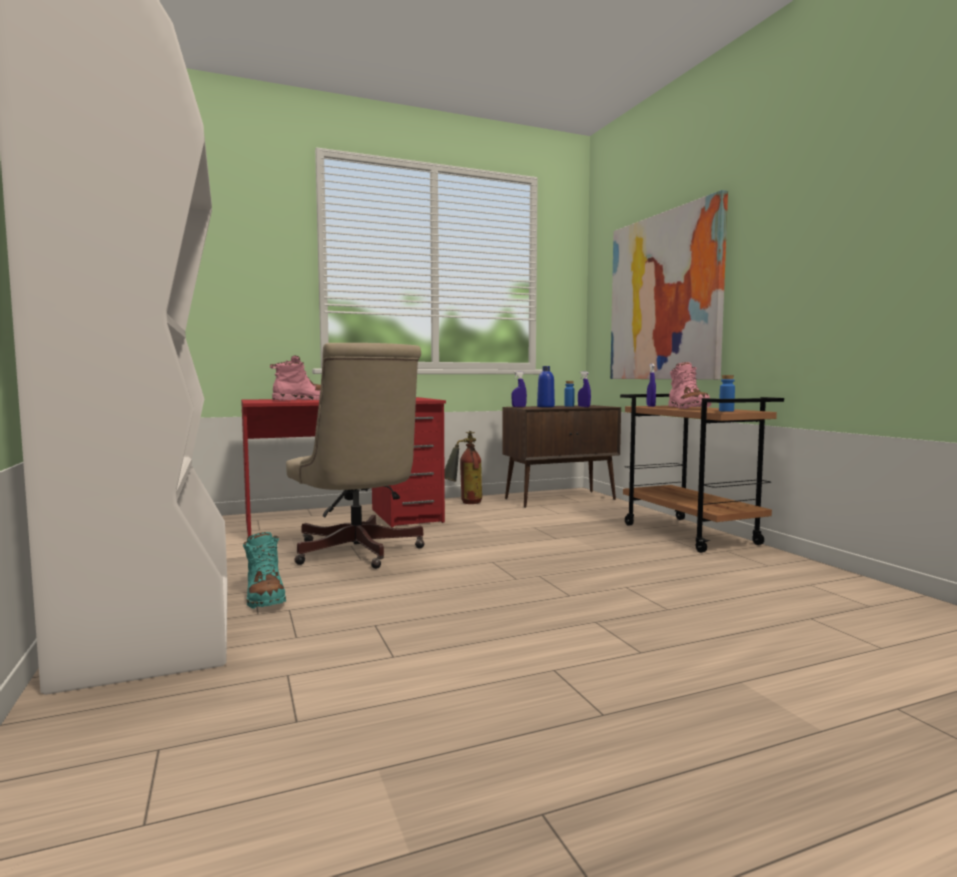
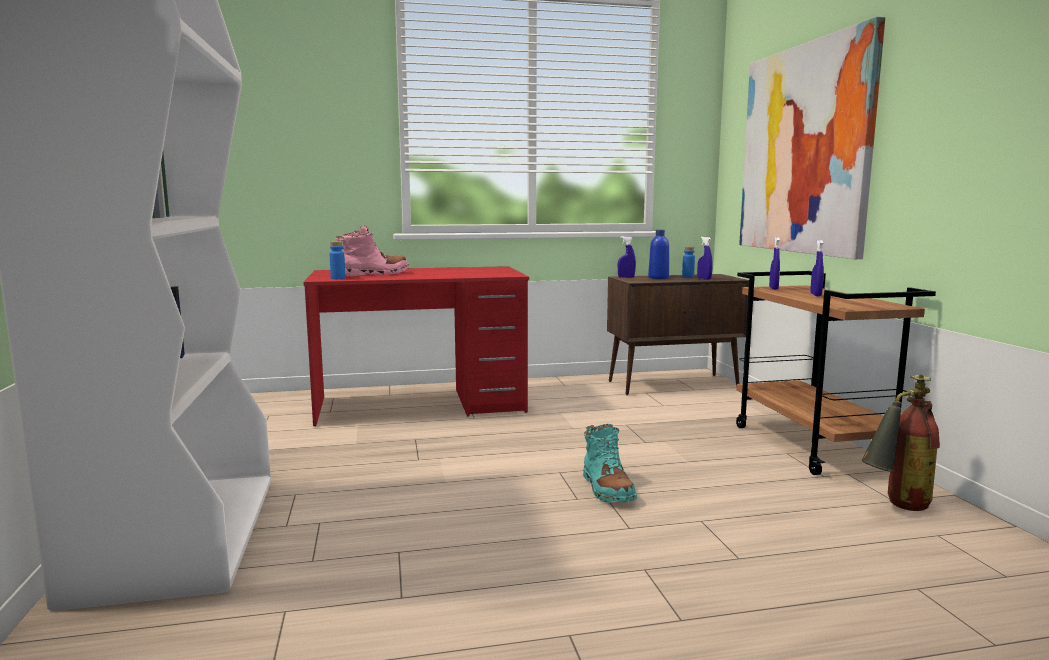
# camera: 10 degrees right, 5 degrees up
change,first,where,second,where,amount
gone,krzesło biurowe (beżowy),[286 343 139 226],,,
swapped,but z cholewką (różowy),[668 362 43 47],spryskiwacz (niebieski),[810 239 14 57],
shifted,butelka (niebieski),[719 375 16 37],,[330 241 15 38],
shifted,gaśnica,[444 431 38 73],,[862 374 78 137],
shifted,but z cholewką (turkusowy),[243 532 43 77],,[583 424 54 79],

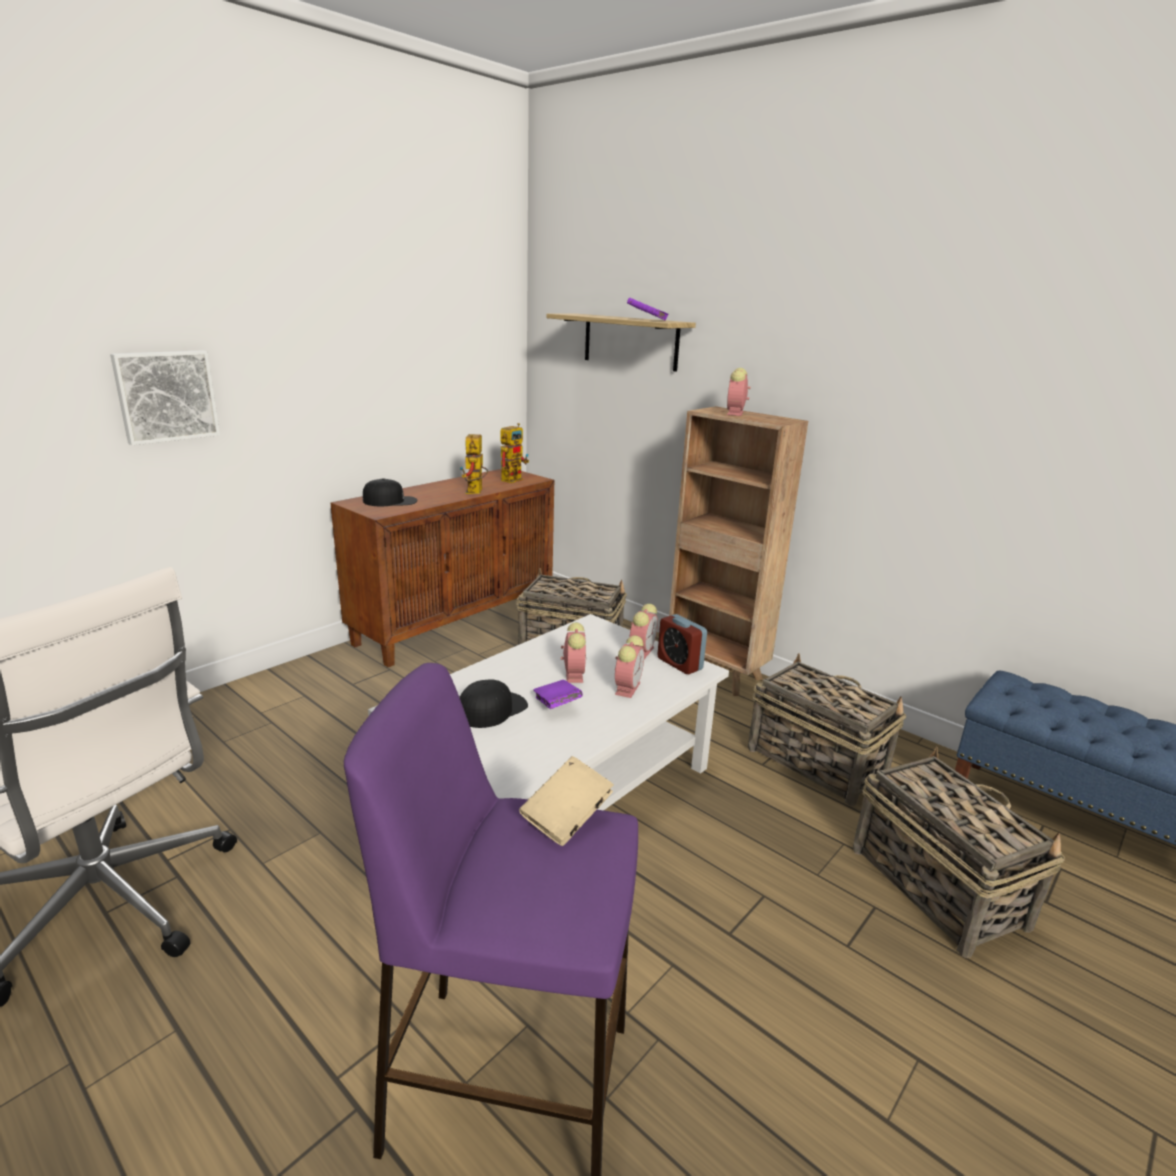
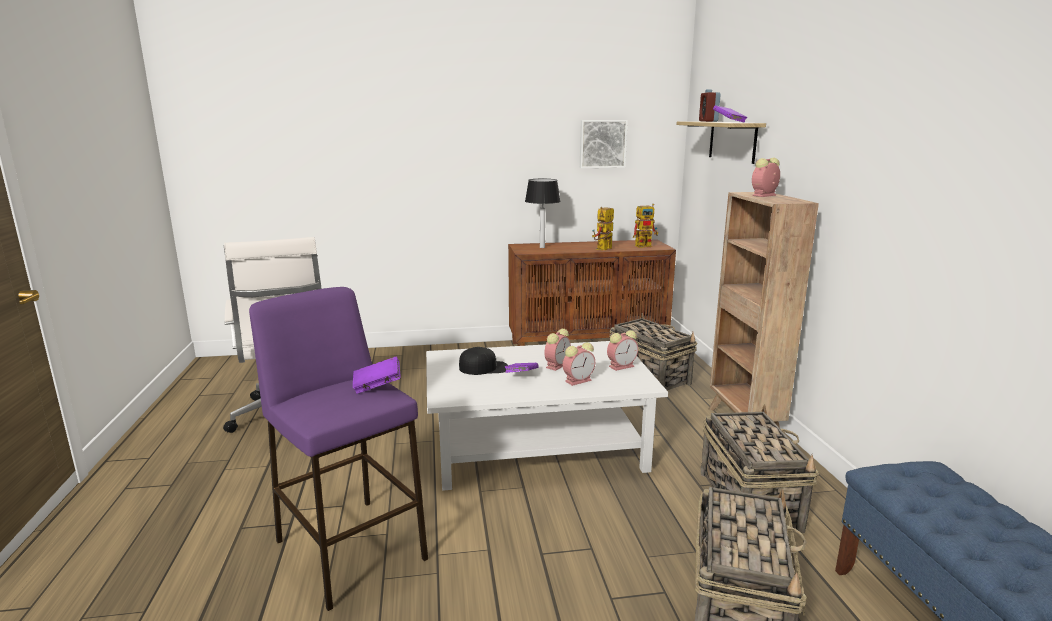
# camera: 40 degrees right, 5 degrees down
change,first,where,second,where,amount
shifted,obraz,[110 350 110 95],,[580 120 48 48],
swapped,czapka z daszkiem (czarny),[363 478 54 29],lampa stołowa,[525 179 36 69],
shifted,budzik,[657 614 50 60],,[699 89 22 33],
repainted,książka (beżowy),[519 756 95 90],książka (fioletowy),[353 356 48 38],

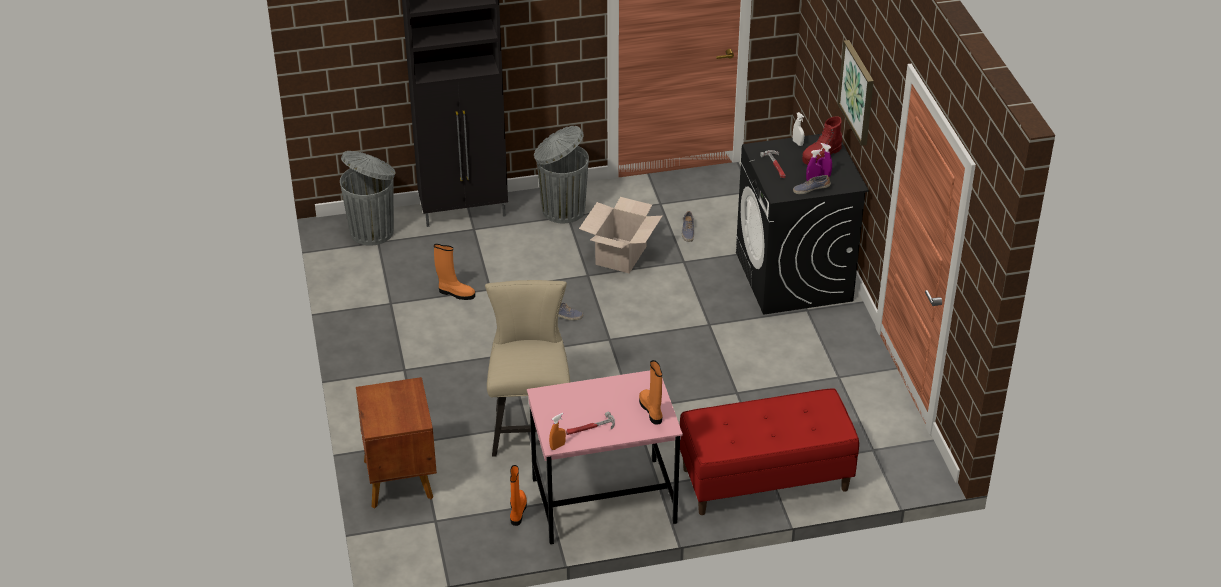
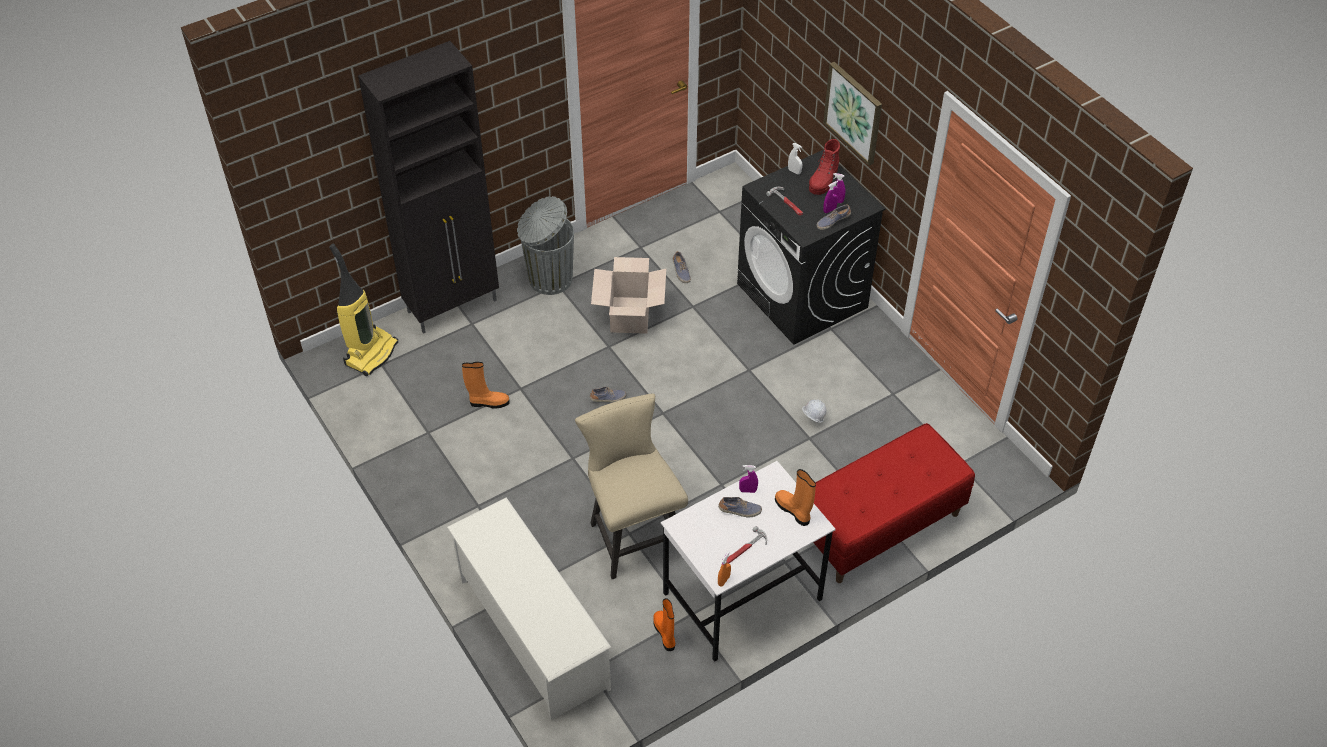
# camera: 20 degrees left, 10 degrees up
change,first,where,second,where,amount
swapped,kosz na śmieci (szary),[340 151 55 95],odkurzacz,[329 244 69 132],
repainted,biurko (różowy),[527 370 156 174],biurko (biały),[661 461 174 201],
swapped,szafka nocna (brązowy),[356 377 81 131],regał na buty (biały),[447 497 164 223],
new,,,kask (biały),[802 399 25 24],
new,,,spryskiwacz (fioletowy),[739 465 19 28],
new,,,but,[718 497 44 20],

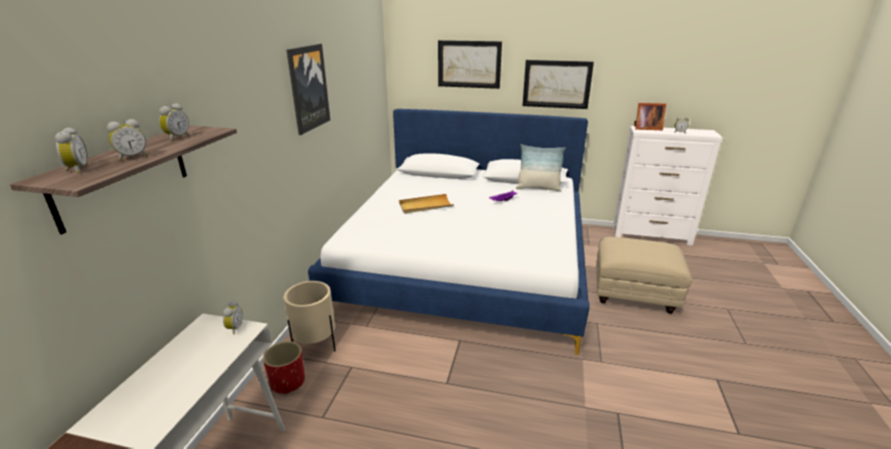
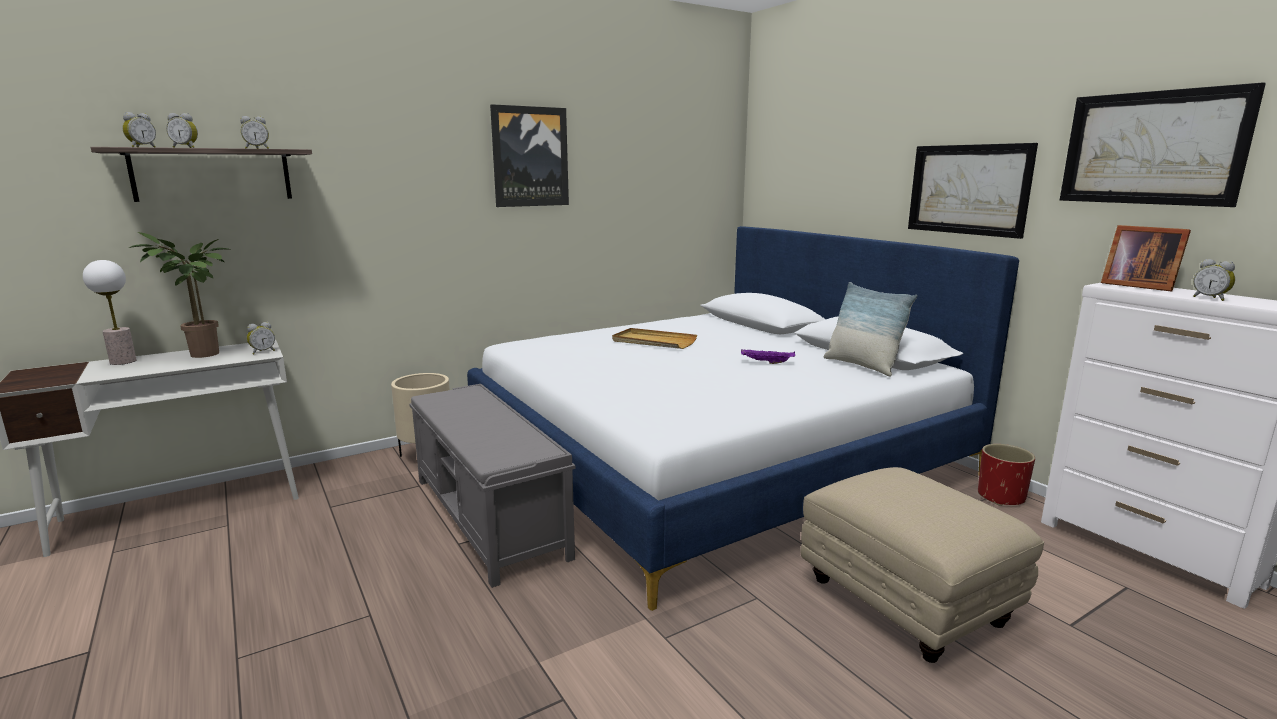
# camera: 45 degrees right, 10 degrees down
change,first,where,second,where,amount
shifted,obraz,[438 40 64 49],,[1060 82 206 125],
shifted,donica (czerwony),[263 341 42 54],,[978 444 57 62],
new,,,roślina doniczkowa,[128 232 100 126],
new,,,lampa stołowa,[83 260 54 105],
new,,,ławka (szary),[409 384 167 204],

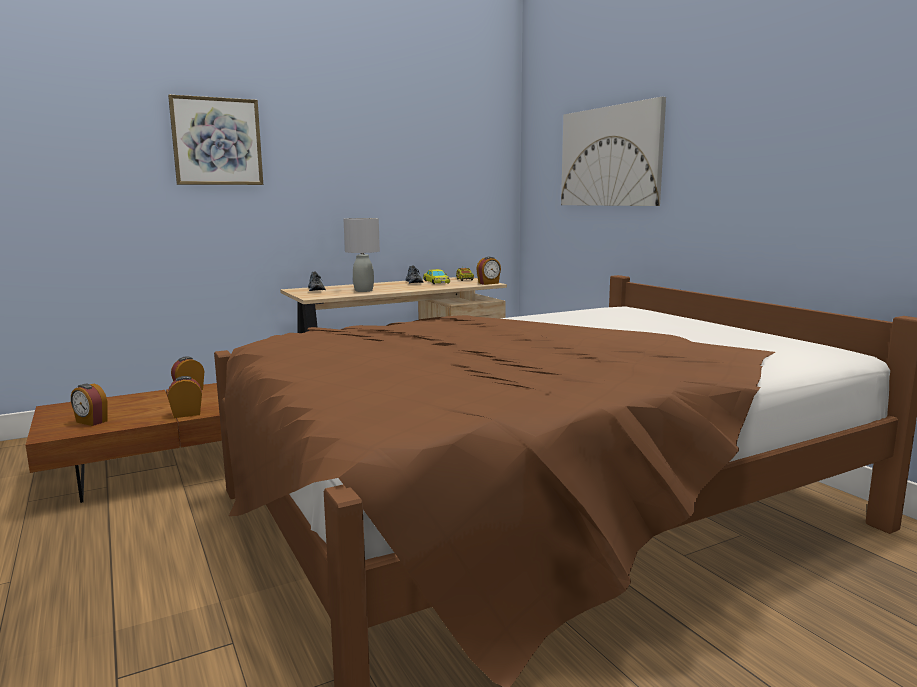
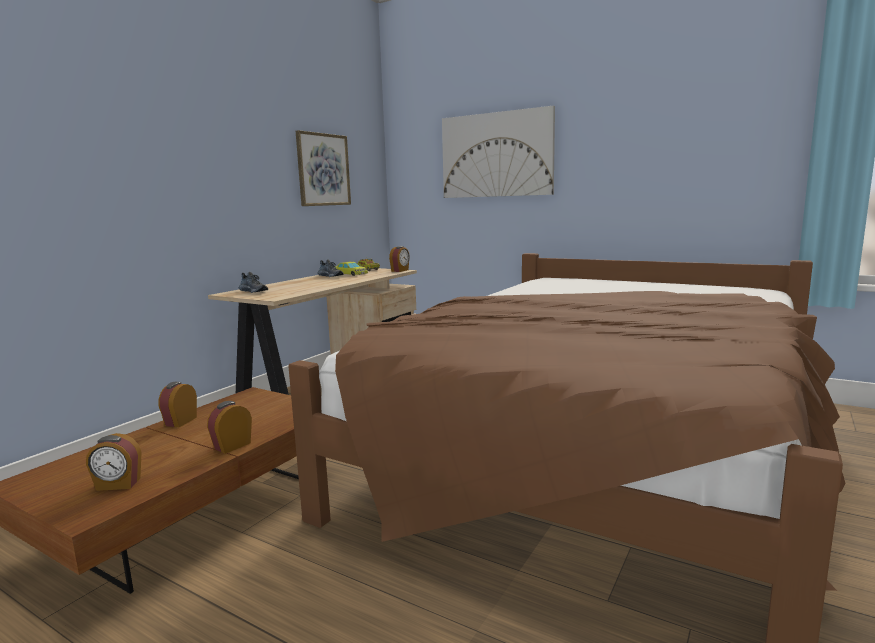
# camera: 30 degrees left, 0 degrees up
change,first,where,second,where,amount
shifted,obraz,[168 94 95 91],,[296 130 55 76],
gone,lampa stołowa (szary),[344 218 36 74],,,

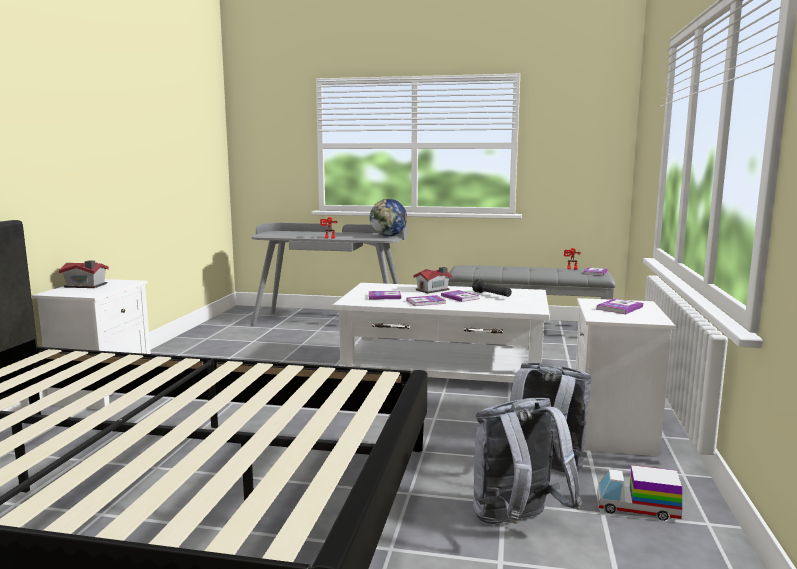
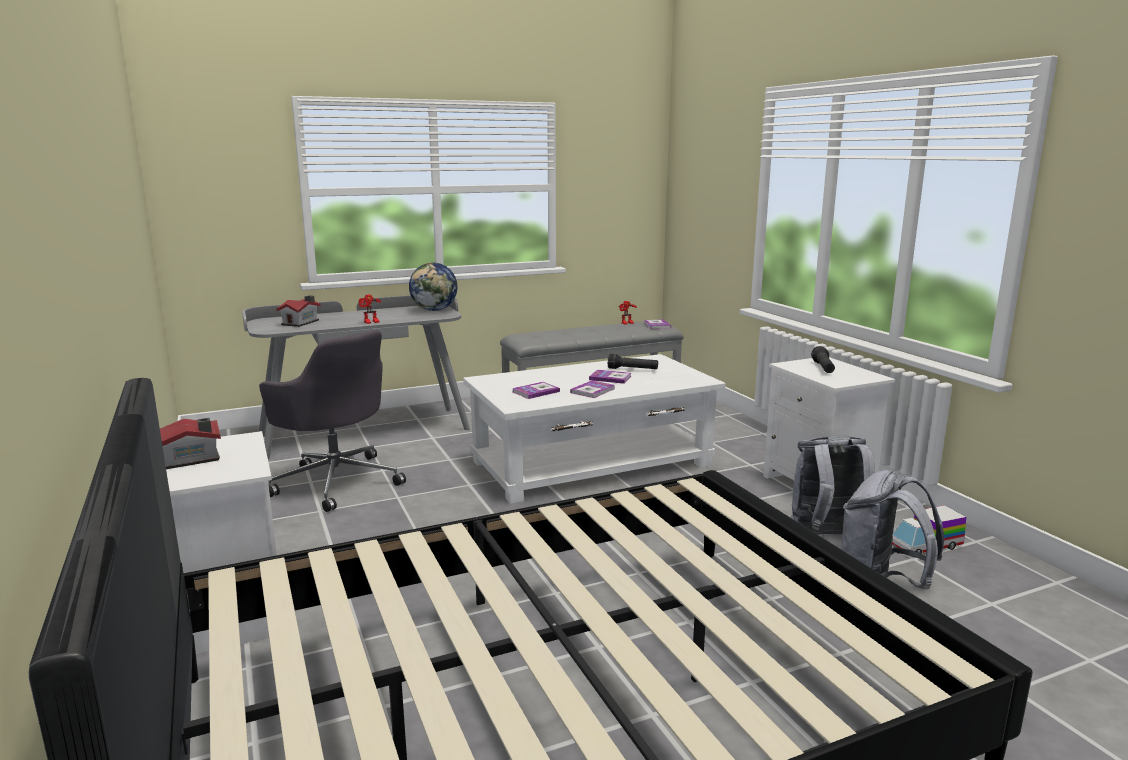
# camera: 35 degrees left, 5 degrees up
change,first,where,second,where,amount
shifted,domek,[413 267 39 26],,[276 295 45 32],
swapped,książka,[597 298 46 16],latarka (czarny),[811 346 24 27],
new,,,krzesło biurowe (szary),[259 330 147 182],

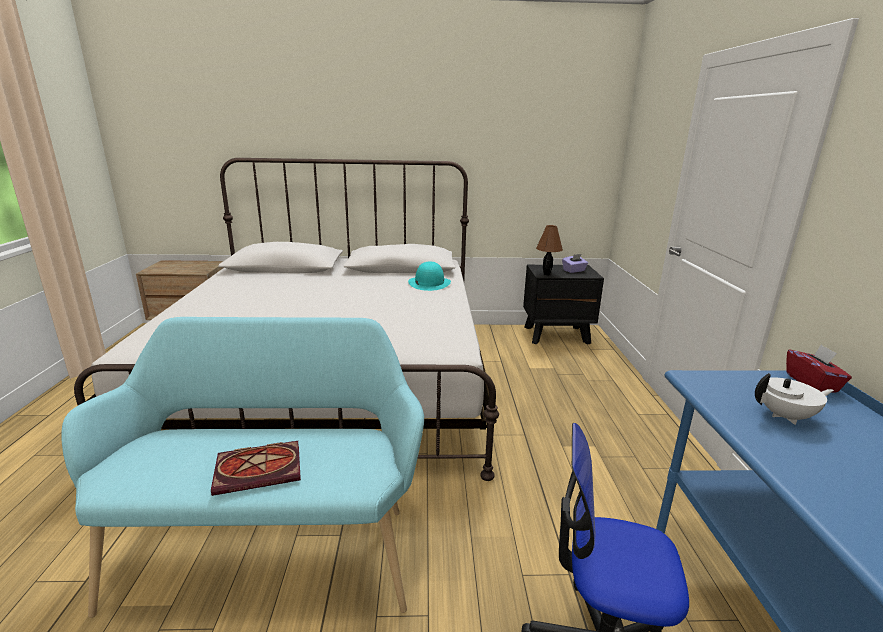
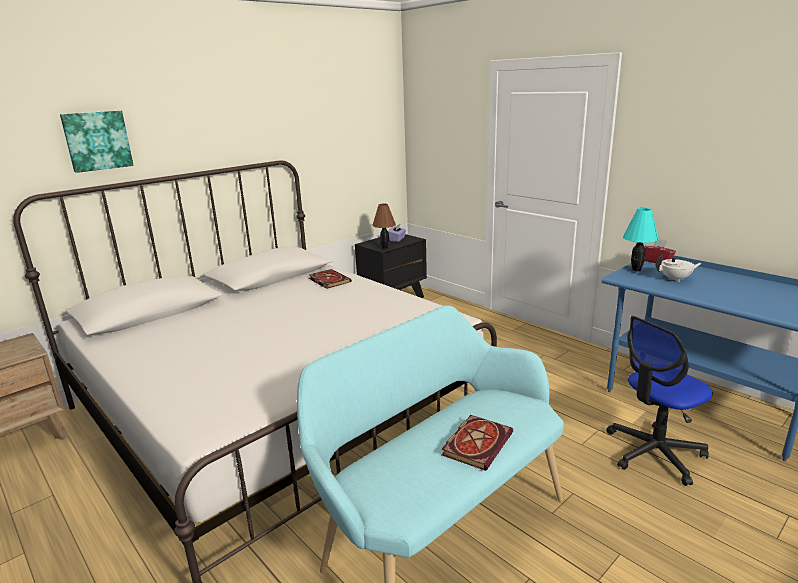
# camera: 40 degrees left, 0 degrees up
change,first,where,second,where,amount
swapped,kapelusz (turkusowy),[408 262 43 29],książka,[309 269 43 20],
rotated,imbryk (biały),[755 373 79 52],,[656 254 46 28],45 degrees clockwise
new,,,obraz,[60 111 73 62],
new,,,lampa stołowa (turkusowy),[623 208 36 63],

